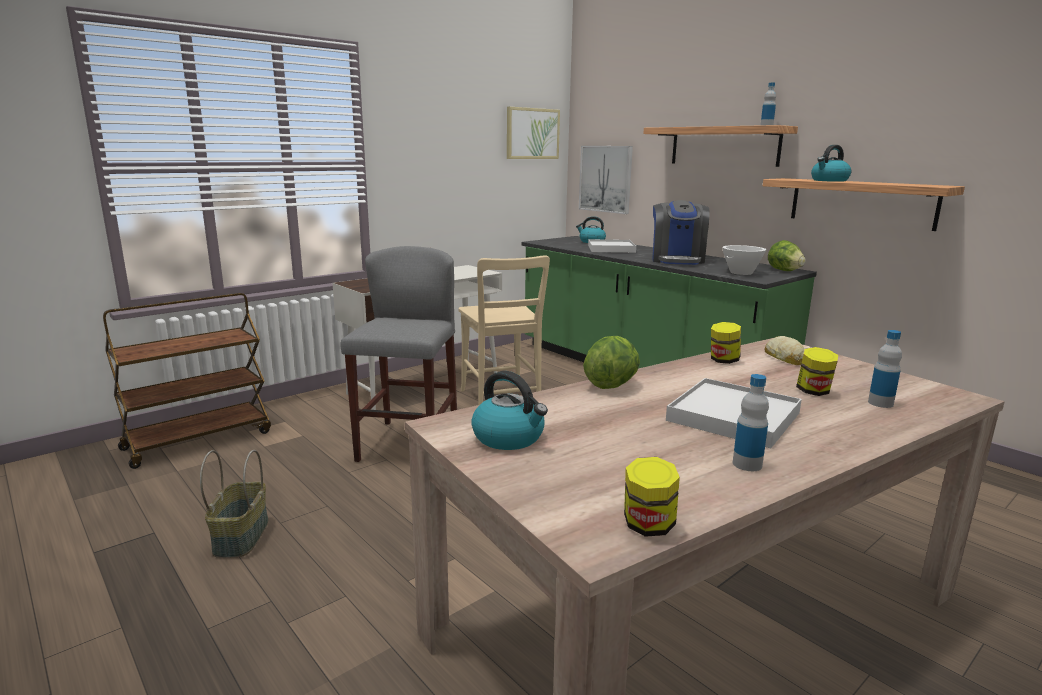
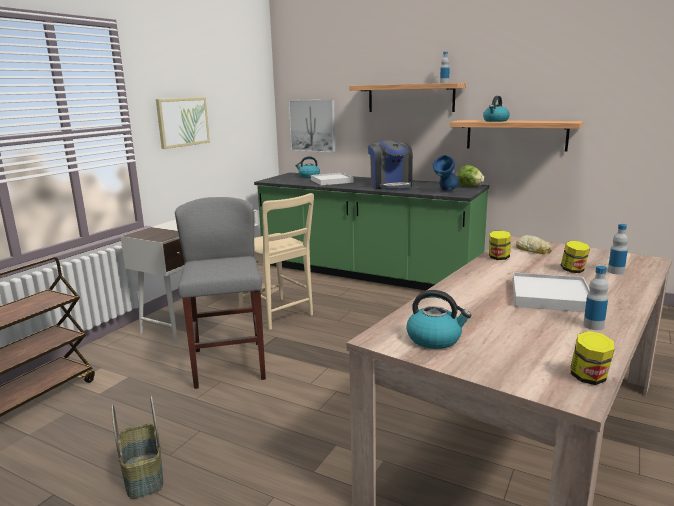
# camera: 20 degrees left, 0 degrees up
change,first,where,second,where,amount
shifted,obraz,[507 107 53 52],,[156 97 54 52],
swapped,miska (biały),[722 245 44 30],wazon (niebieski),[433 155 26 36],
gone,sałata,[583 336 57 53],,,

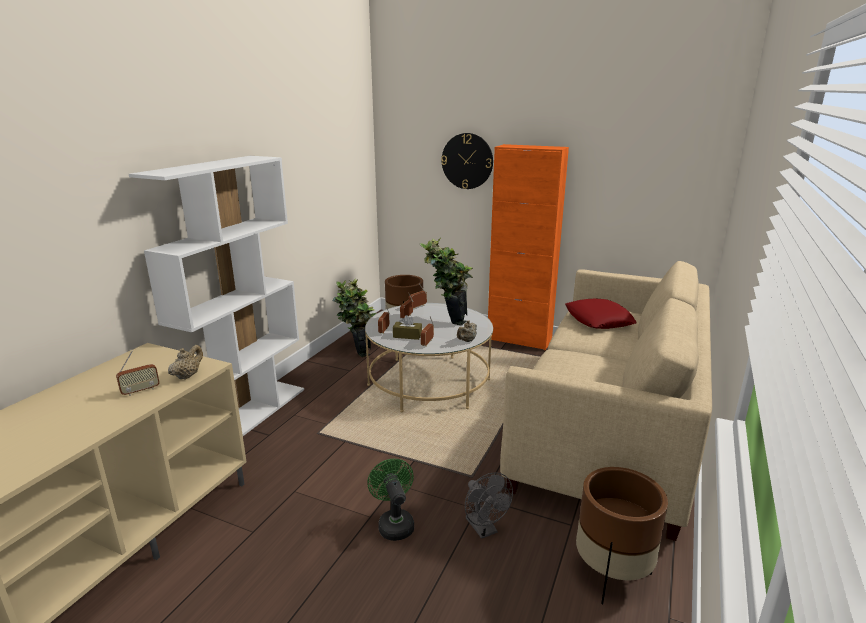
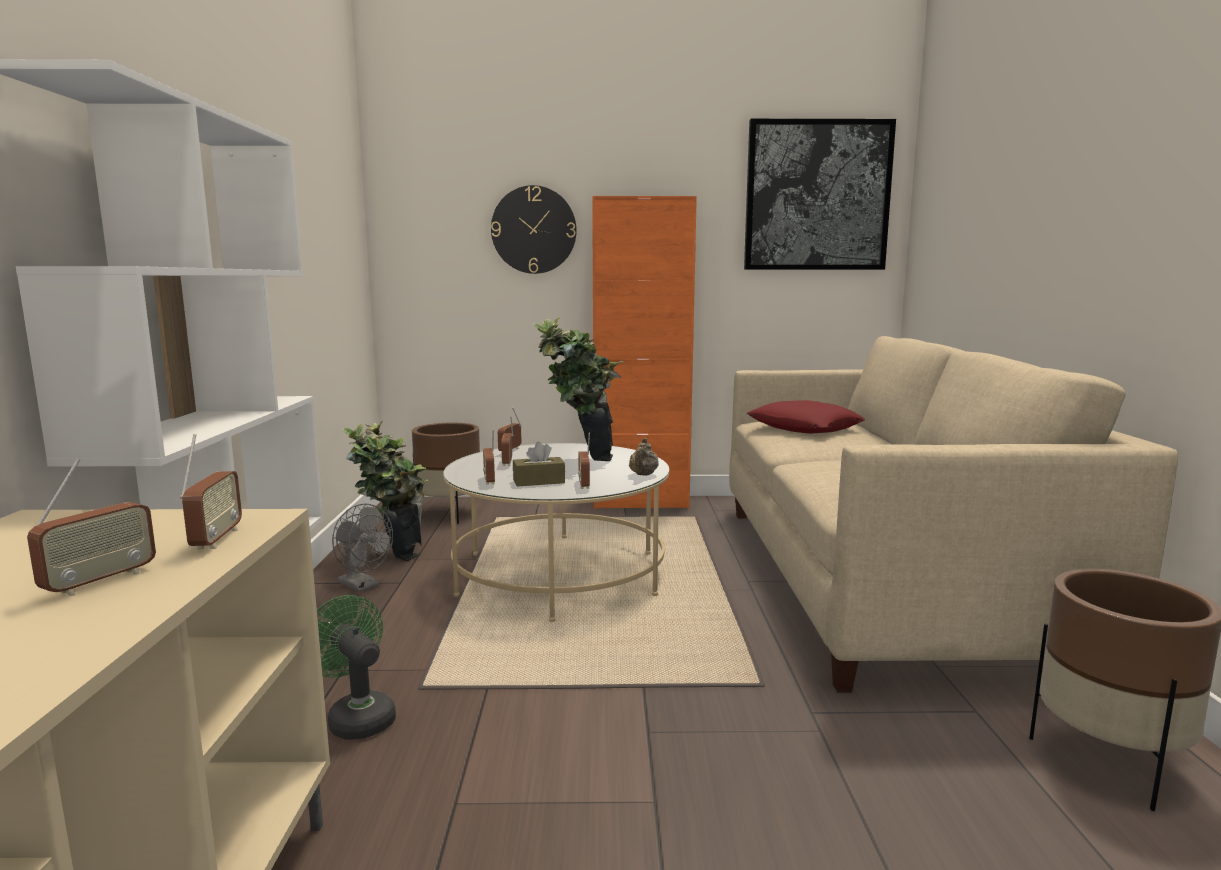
# camera: 25 degrees left, 10 degrees down
change,first,where,second,where,amount
swapped,imbryk (beżowy),[168 345 35 35],radio,[180 434 62 116],
shifted,wentylator (zielony),[367 459 47 82],,[317 595 79 145],
shifted,wentylator (szary),[465 473 48 66],,[332 504 61 88],
new,,,obraz,[744 119 152 151],

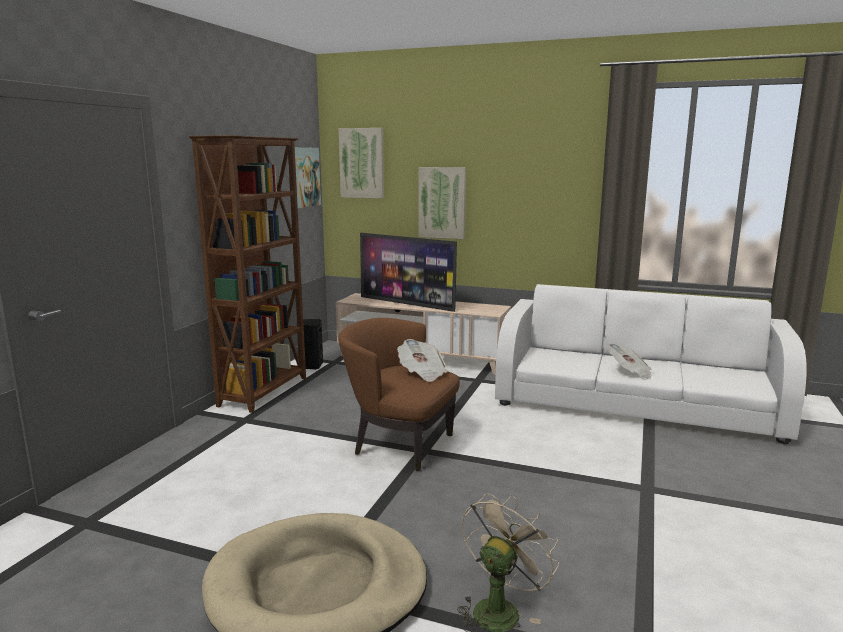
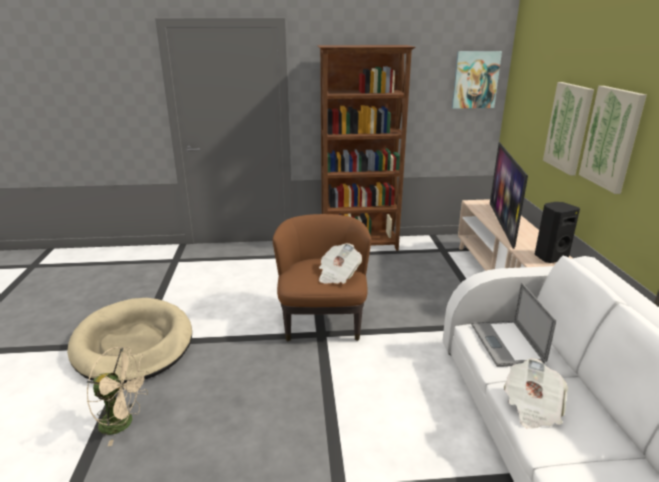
# camera: 65 degrees right, 10 degrees up
change,first,where,second,where,amount
shifted,obraz,[338 128 46 71],,[579 86 68 108],
shifted,głośnik (czarny),[297 319 26 51],,[534 202 46 61],
new,,,laptop,[471 283 85 84],

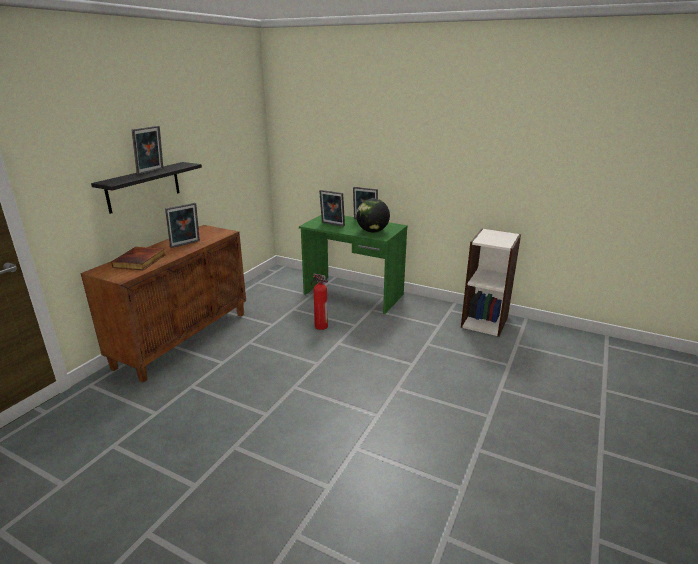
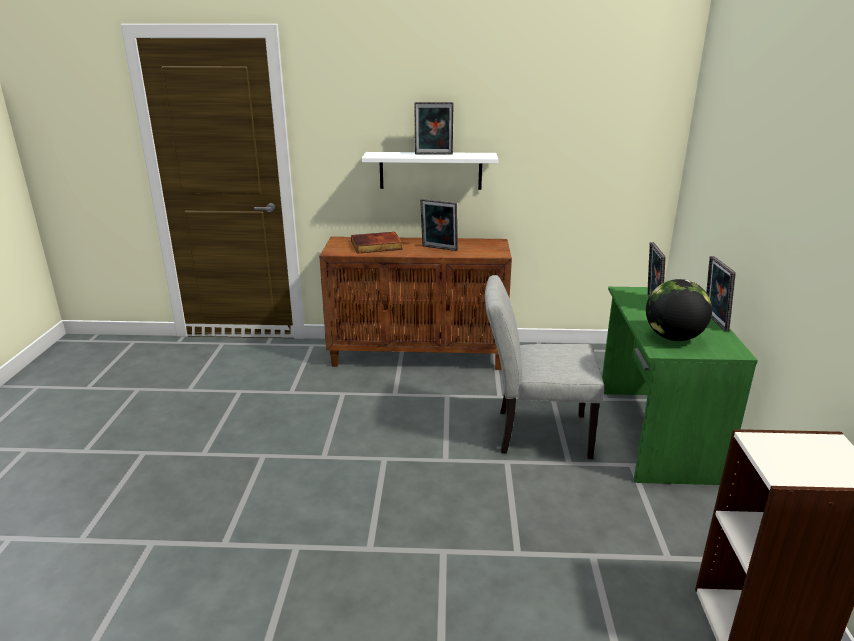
# camera: 65 degrees right, 0 degrees up
change,first,where,second,where,amount
repainted,półka (czarny),[91 162 111 52],półka (biały),[362 152 136 38],
swapped,gaśnica,[311 273 17 57],krzesło (szary),[485 275 119 184],

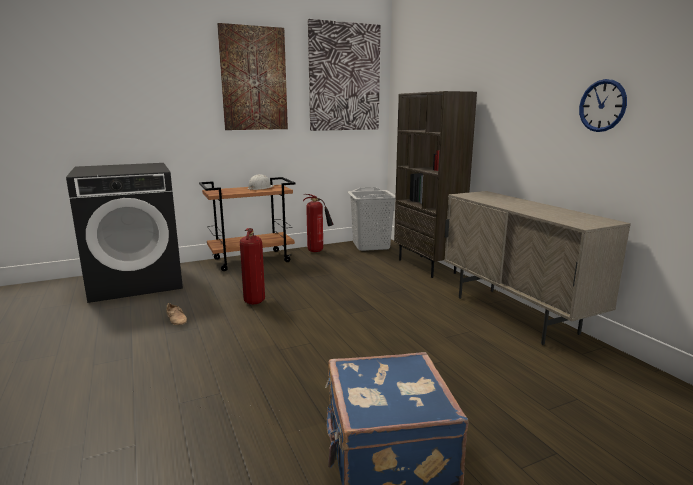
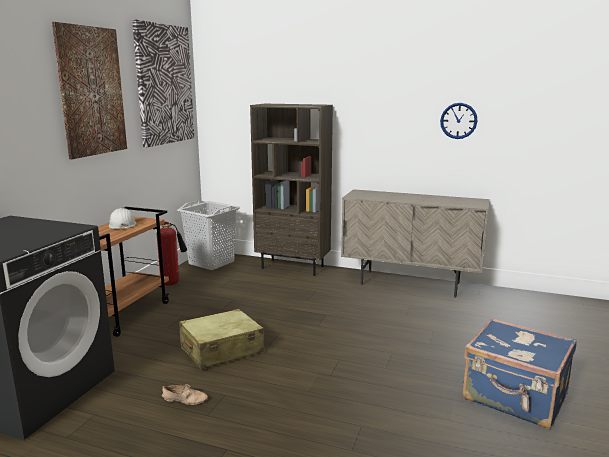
# camera: 45 degrees left, 0 degrees up
change,first,where,second,where,amount
swapped,gaśnica,[240 228 25 77],walizka (beżowy),[179 309 85 60],

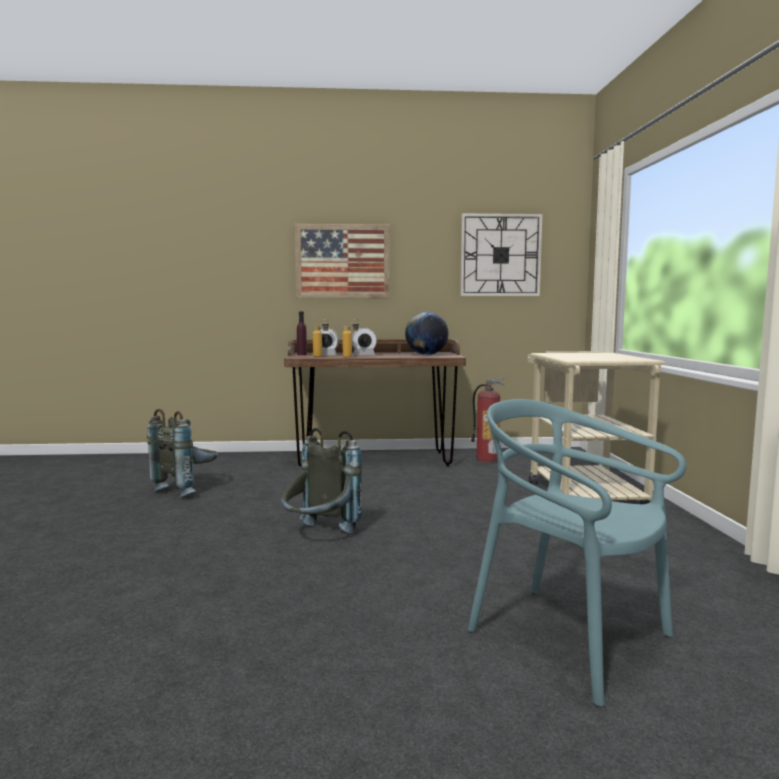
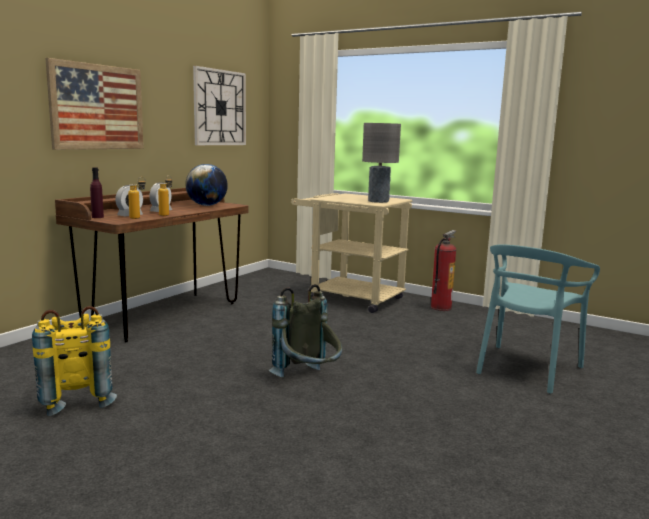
# camera: 55 degrees left, 5 degrees up
change,first,where,second,where,amount
shifted,gaśnica,[471 378 34 86],,[431 230 25 81],
rotated,krzesło (turkusowy),[468 399 218 307],,[476 244 124 150],45 degrees counterclockwise
repainted,plecak (szary),[147 409 71 89],plecak (żółty),[32 306 85 110],
new,,,lampa stołowa (szary),[362 123 39 80],

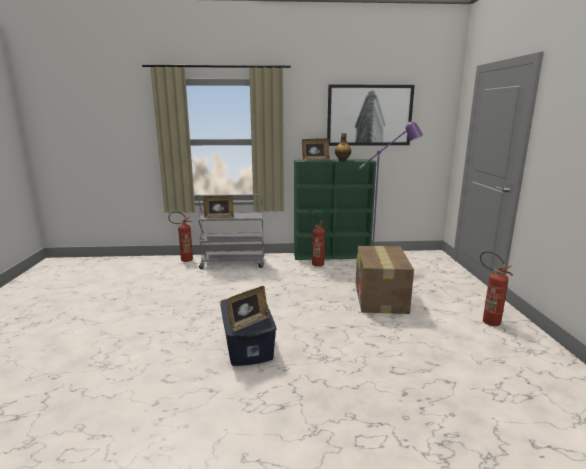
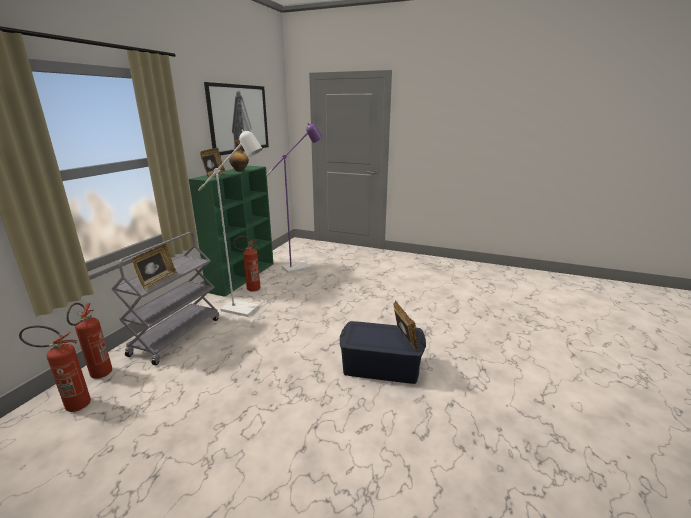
# camera: 65 degrees left, 5 degrees up
change,first,where,second,where,amount
gone,karton,[356 246 58 68],,,
shifted,gaśnica,[480 251 33 75],,[19 325 72 87],
new,,,lampa stojąca (biały),[198 129 65 188],

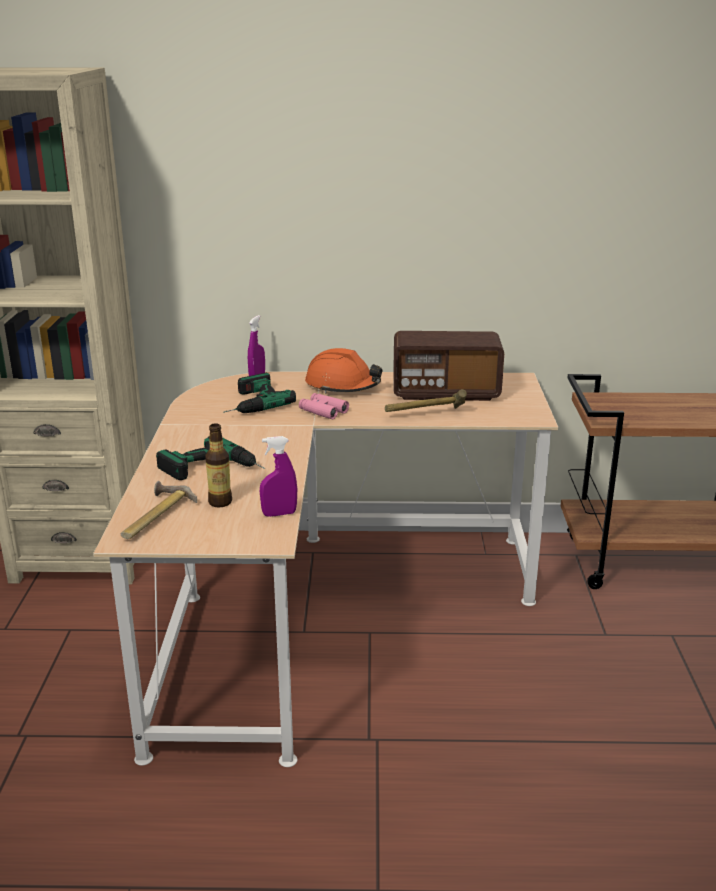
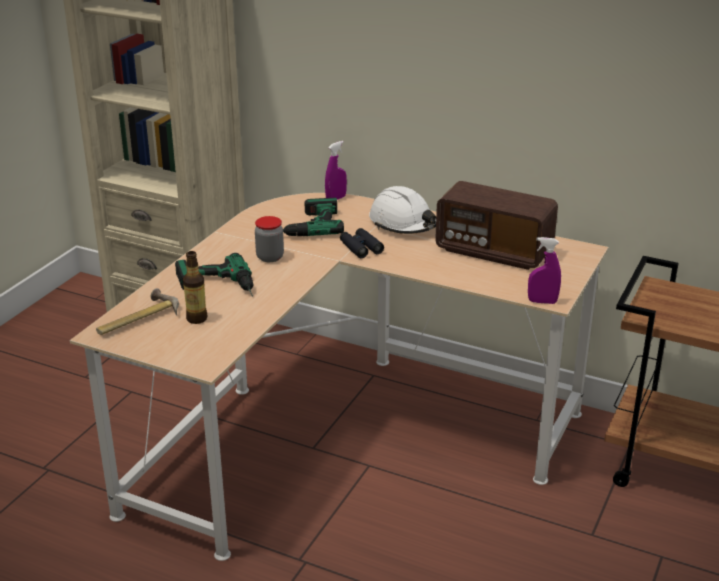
# camera: 25 degrees right, 5 degrees up
change,first,where,second,where,amount
repainted,kask (pomarańczowy),[305 348 77 45],kask (biały),[369 186 67 48],
gone,młotek,[385 389 82 23],,,
repainted,lornetka (różowy),[299 393 50 26],lornetka (czarny),[340 228 44 30],
shifted,spryskiwacz (fioletowy),[260 436 37 81],,[528 237 33 67],
new,,,słoik,[255 216 29 46],

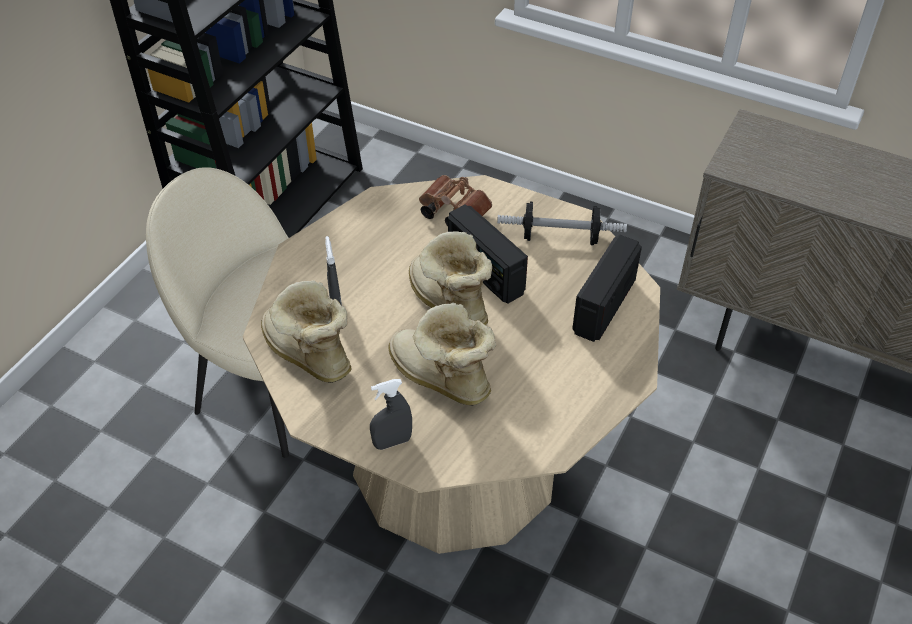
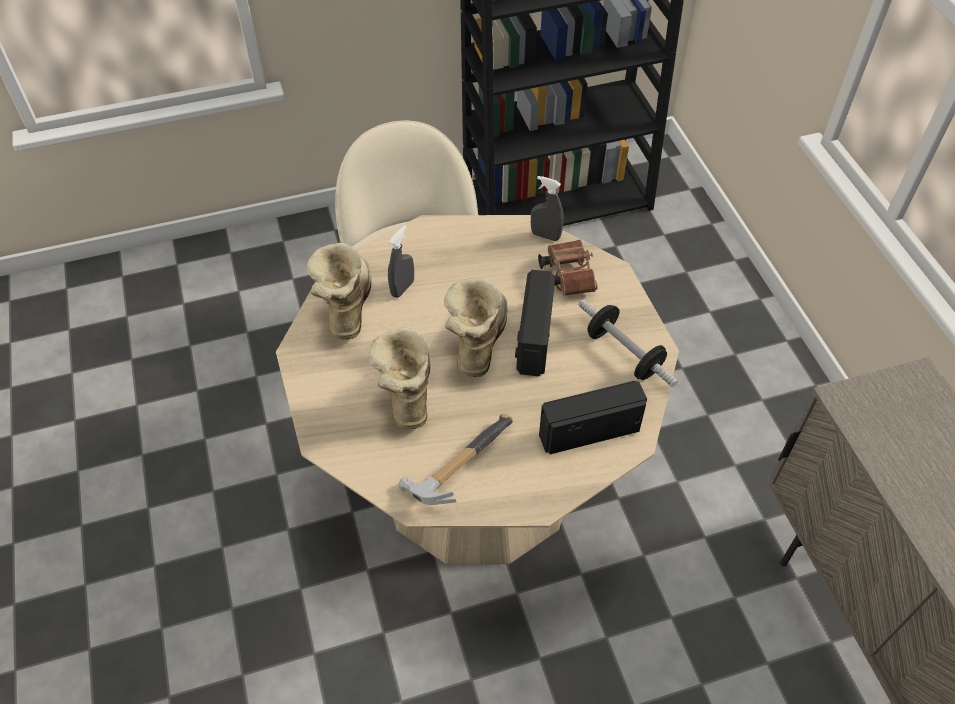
# camera: 45 degrees right, 5 degrees up
change,first,where,second,where,amount
shifted,spryskiwacz (szary),[370 379 42 71],,[531 176 33 65],
new,,,młotek,[399 414 114 91],

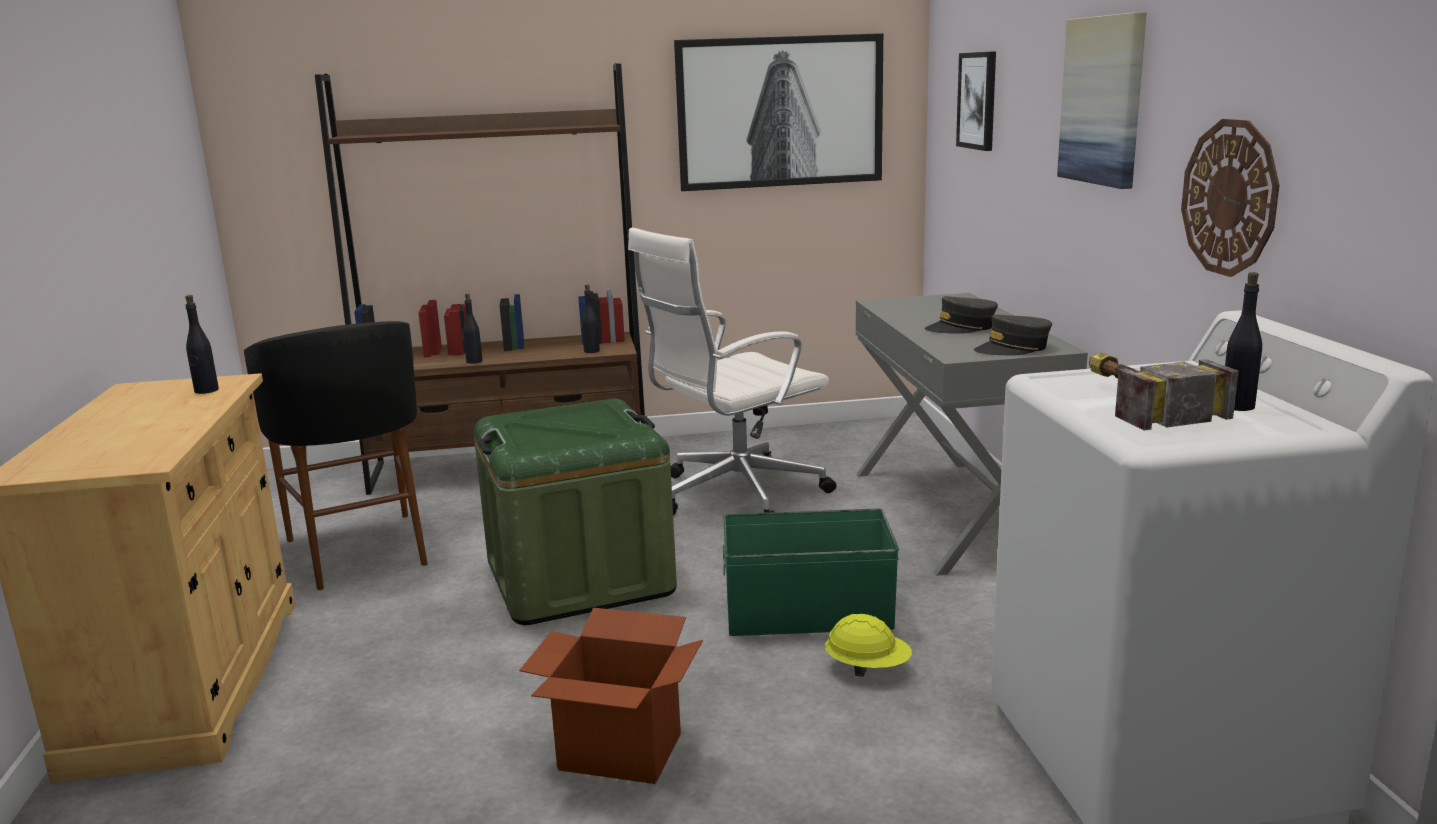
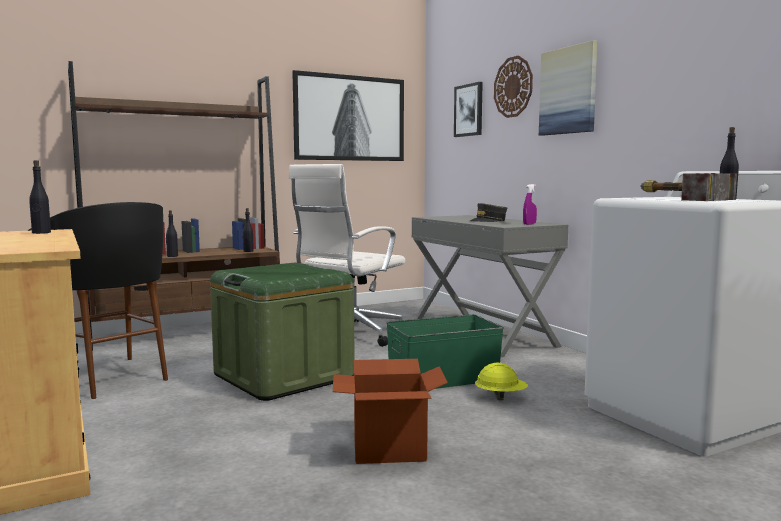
# camera: 20 degrees left, 10 degrees down
change,first,where,second,where,amount
shifted,zegar ścienny,[1181 119 99 158],,[494 56 39 62],
swapped,czapka z daszkiem (szary),[974 315 78 40],spryskiwacz (fioletowy),[523 184 14 41],

